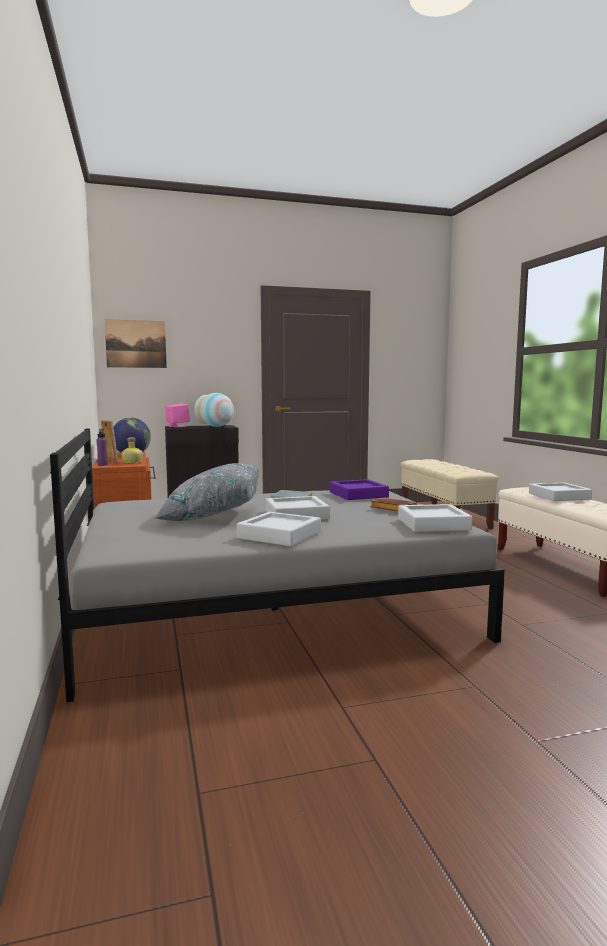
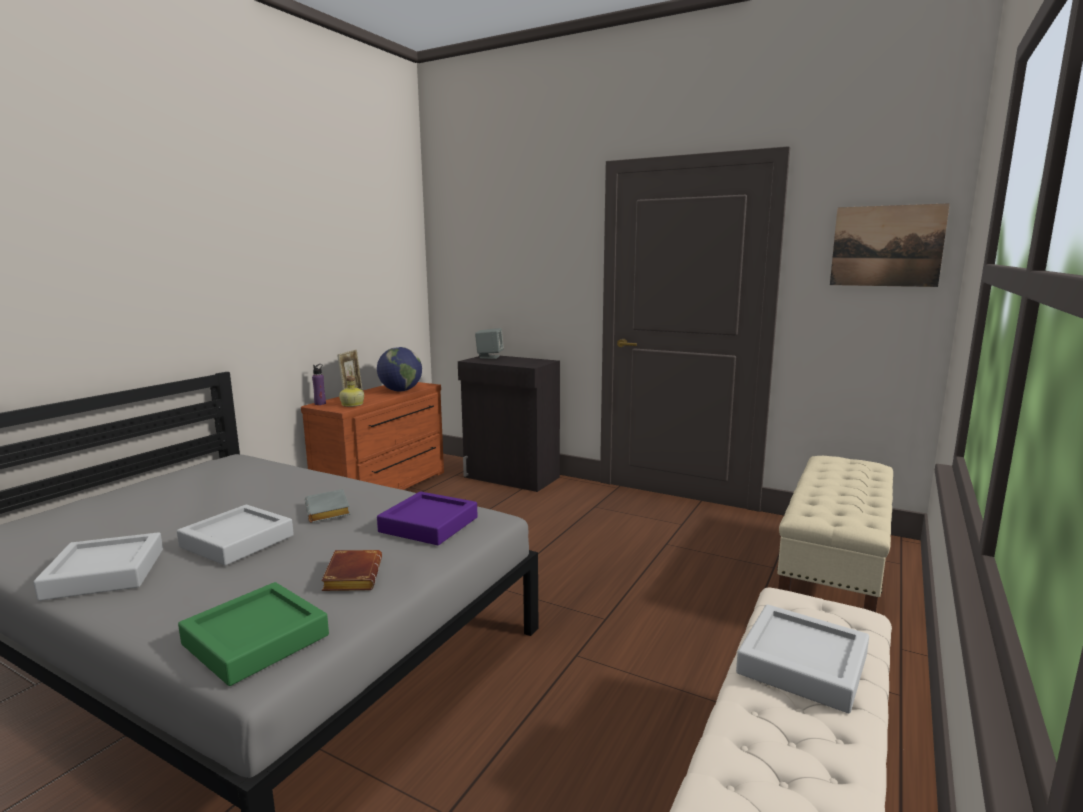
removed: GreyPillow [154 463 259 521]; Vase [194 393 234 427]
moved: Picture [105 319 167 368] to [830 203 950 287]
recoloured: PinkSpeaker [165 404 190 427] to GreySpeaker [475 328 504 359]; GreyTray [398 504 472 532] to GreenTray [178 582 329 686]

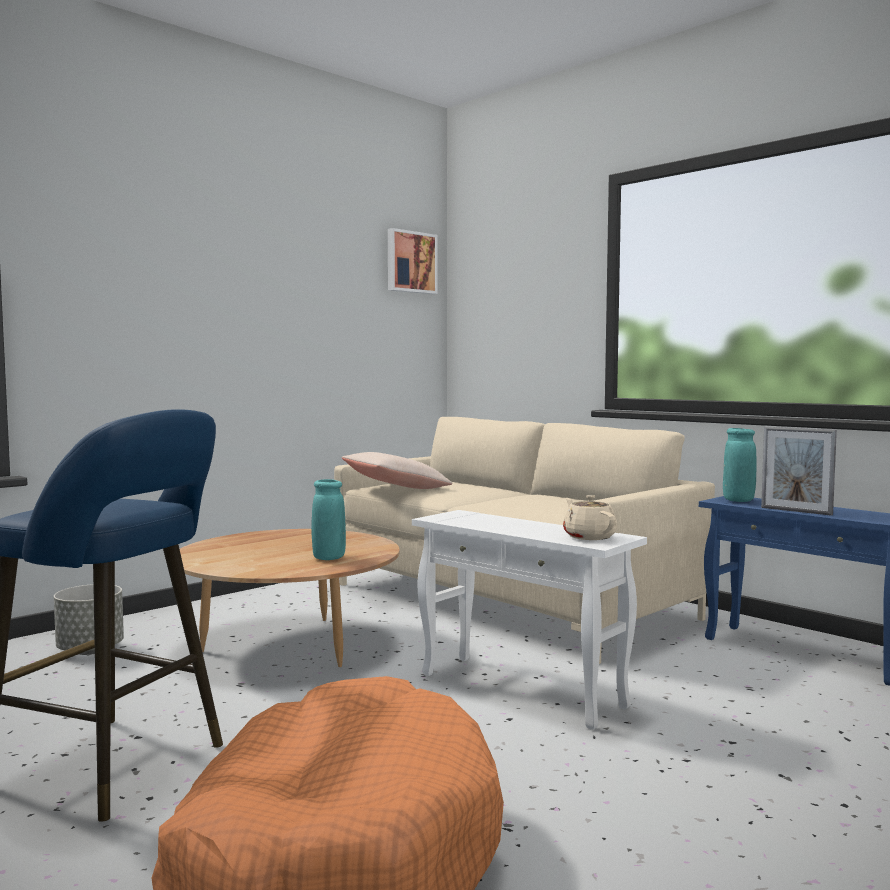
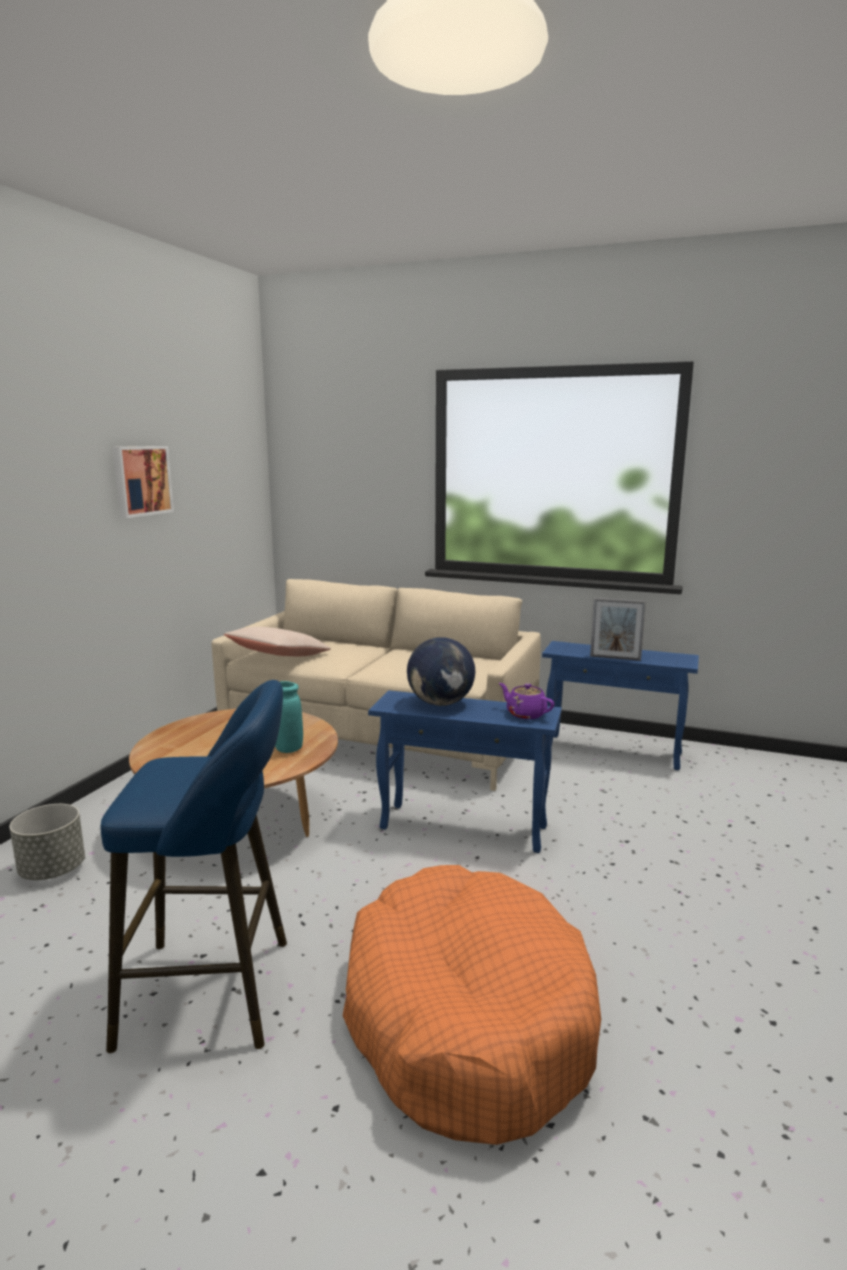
removed: TurquoiseVase [723 428 756 502]
added: Globe [407 637 475 706]
moved: Picture [388 228 438 294] to [112 446 174 518]
recoloured: WhiteSideTable [412 510 647 730] to BlueSideTable [368 690 562 853]; BeigeTeapot [563 495 617 540] to PurpleTeapot [499 683 554 719]

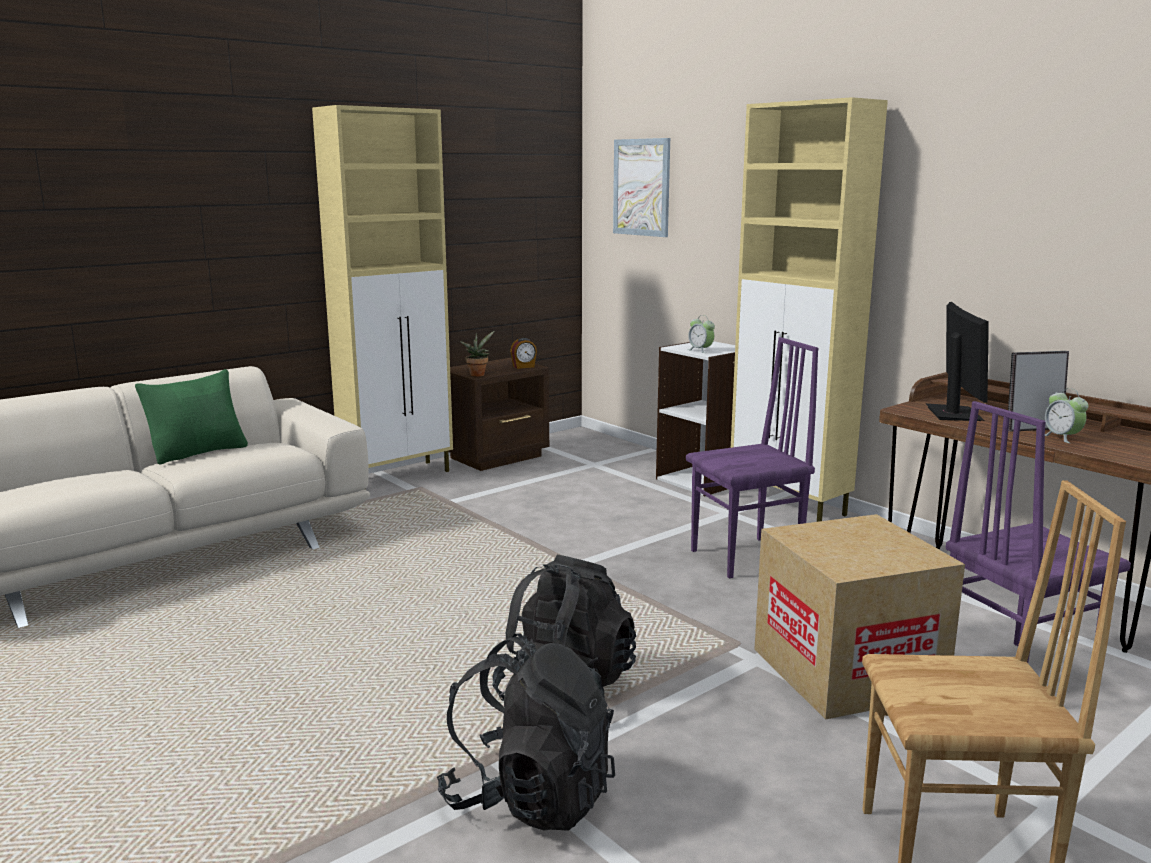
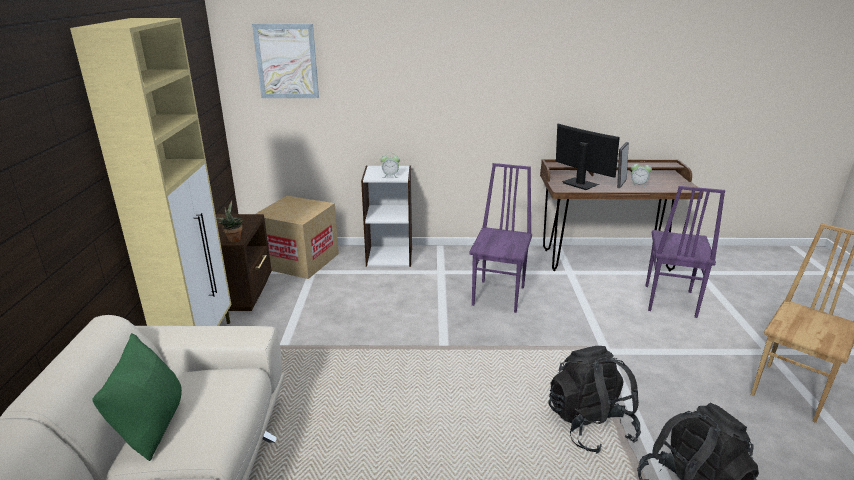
removed: AlarmClock [510 338 537 369]; BeigeCabinet [731 97 888 522]
moved: CardboardBox [754 514 965 720] to [256 196 339 279]

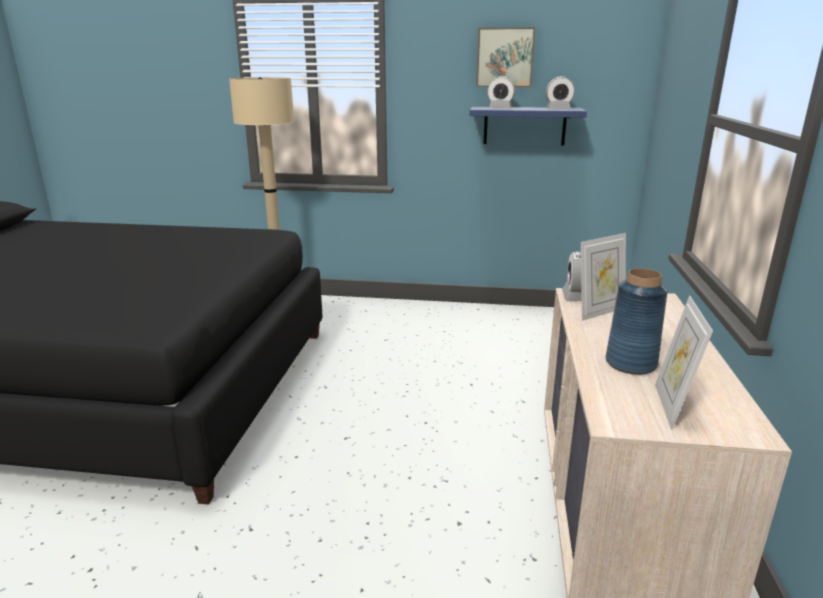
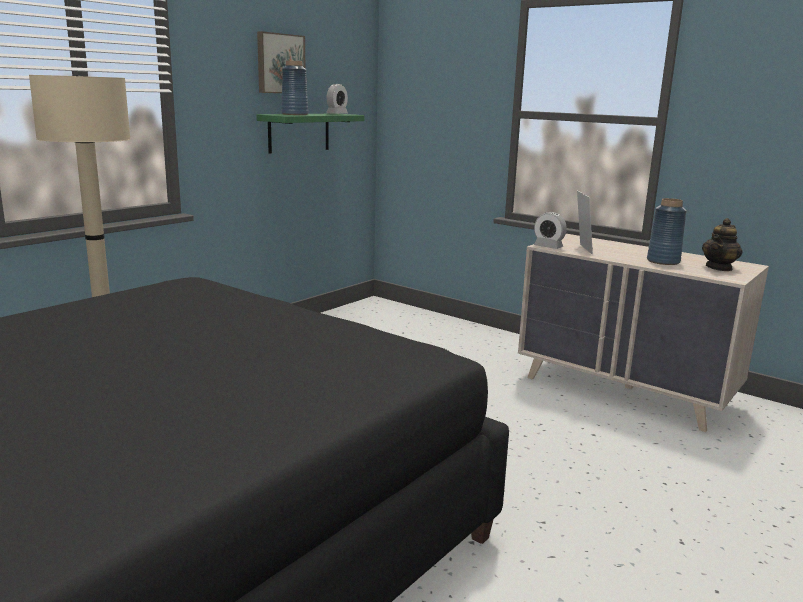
replaced: AlarmClock [487 76 515 108] to BlueVase [282 61 308 115]; PictureFrame [655 296 713 430] to Teapot [702 218 742 271]
recoloured: BlueShelf [470 107 587 146] to GreenShelf [256 114 365 154]

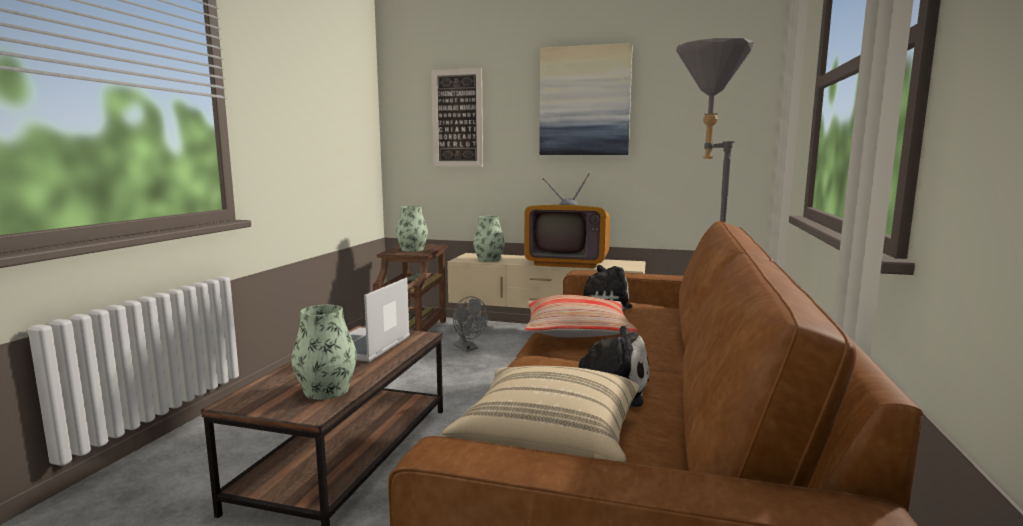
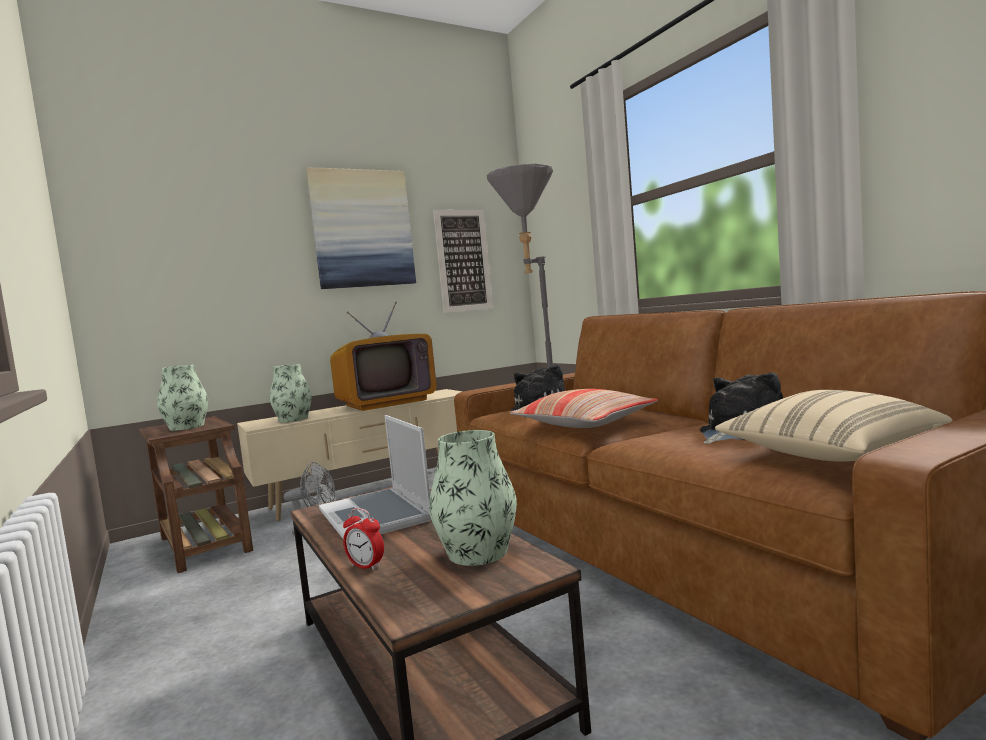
added: AlarmClock [343 508 384 571]
moved: Picture [431 68 483 167] to [433 210 493 313]

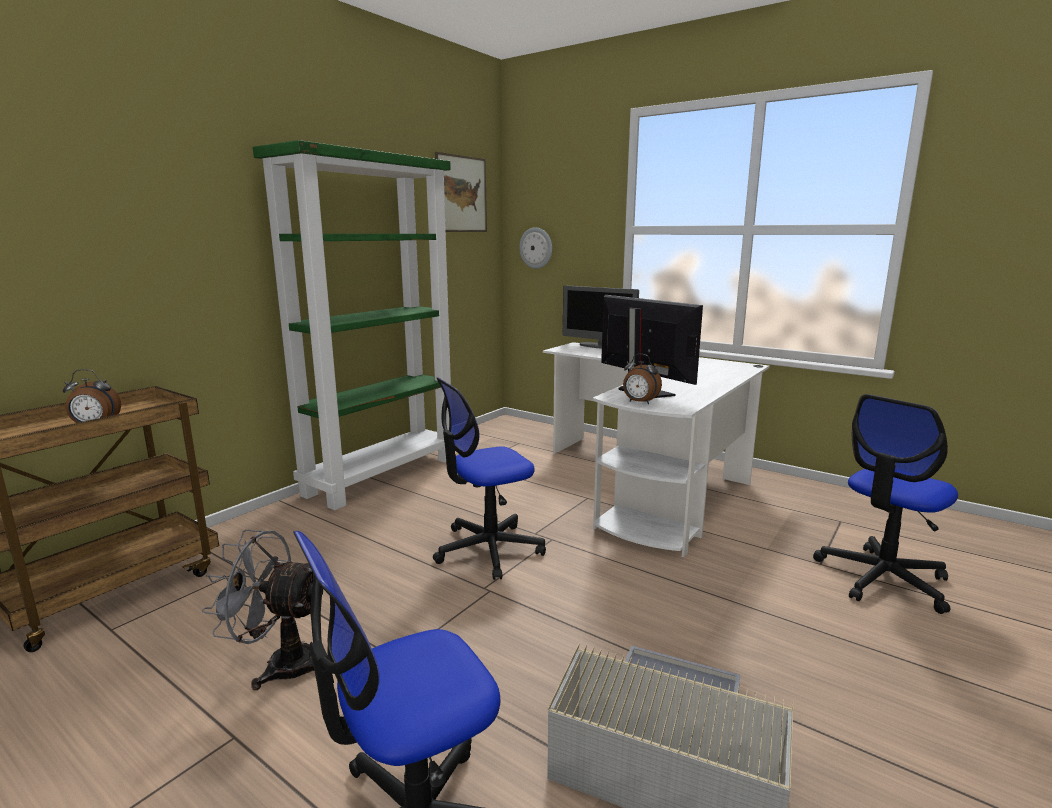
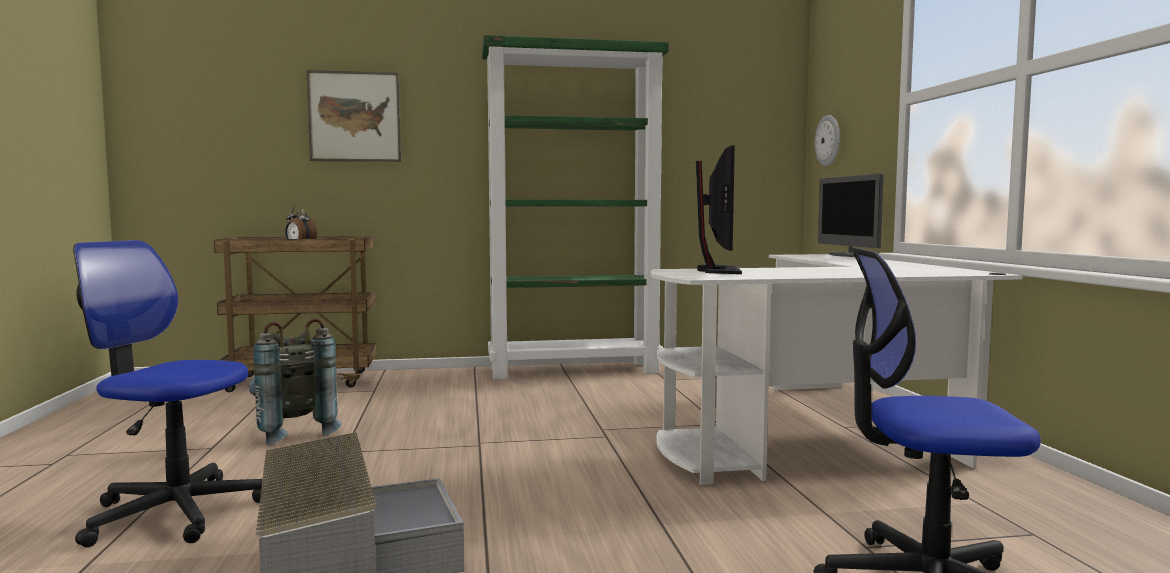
removed: OfficeChair [433 377 546 580]; AlarmClock [623 354 662 404]
moved: Picture [435 152 487 232] to [306 70 401 162]
replaced: GreyFan [202 530 323 690] to GreyBackpack [249 318 342 445]

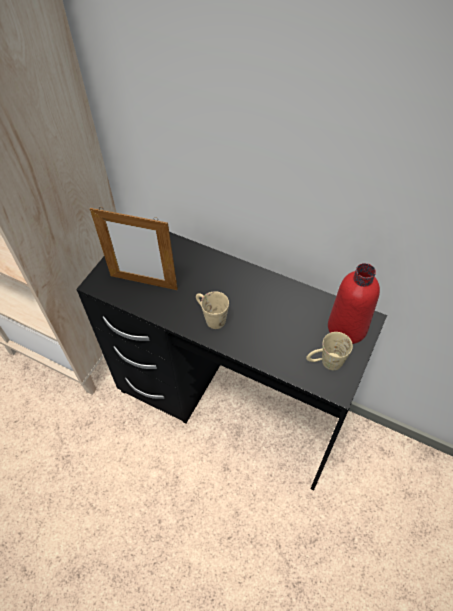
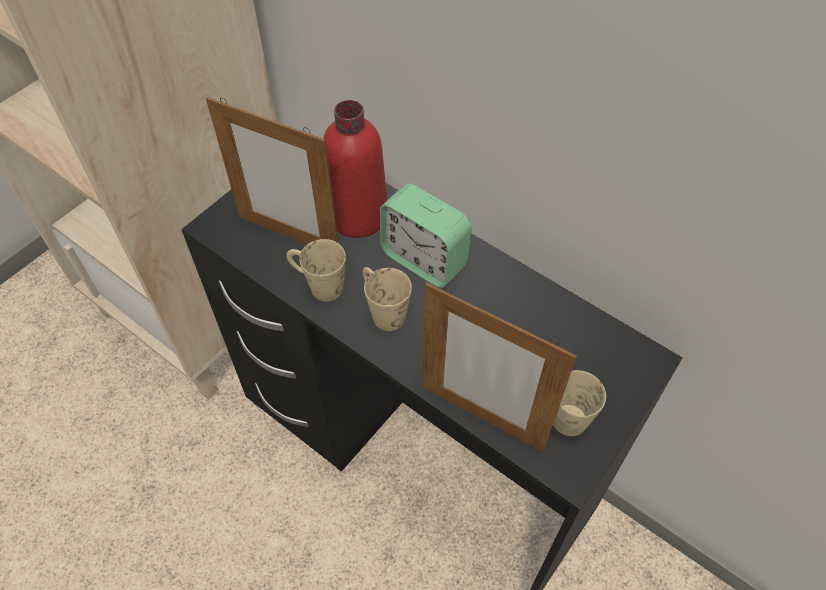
added: BeigeMug [286 239 346 302]; AlarmClock [380 184 472 288]; PictureFrame [423 282 577 452]
moved: RedBottle [328 263 380 344] to [323 100 387 238]

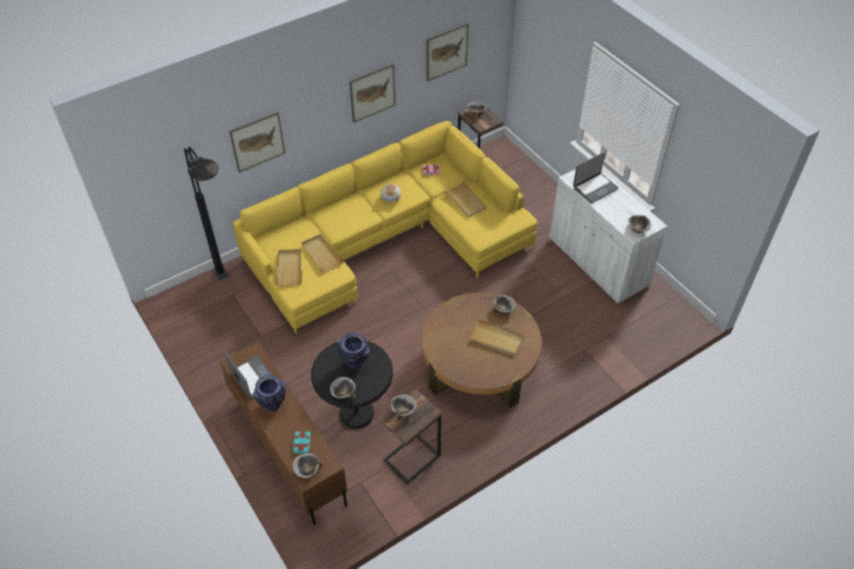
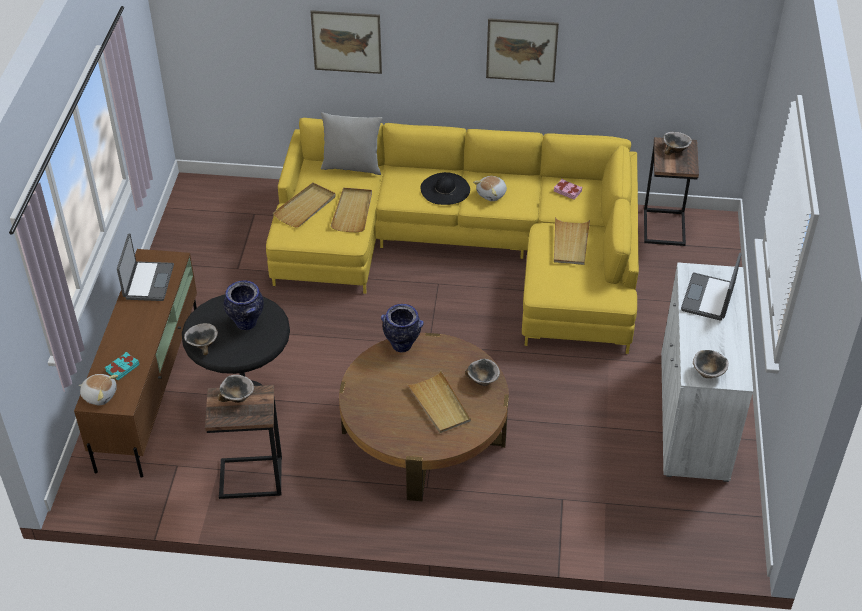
removed: BlackFloorLamp [184 147 229 280]; Picture [426 23 469 82]
added: GreyPillow [321 112 383 175]; BlackHat [421 172 470 205]
moved: Vase [253 375 286 411] to [381 304 424 352]
replaced: Bowl [293 453 322 478] to PlushToy [79 374 118 405]
turned: Laptop [573 152 619 203] = [681 253 742 321] 105 degrees clockwise

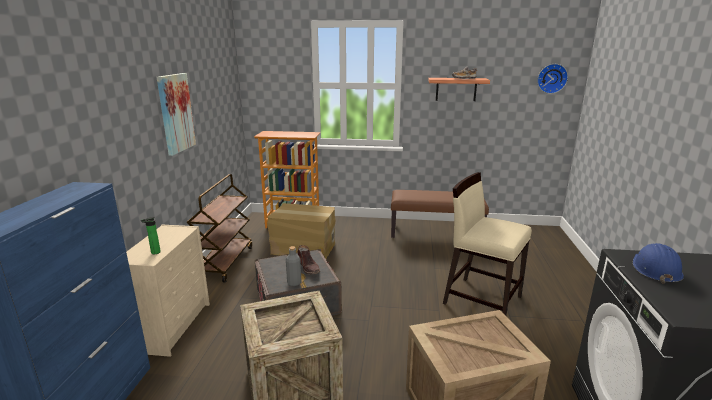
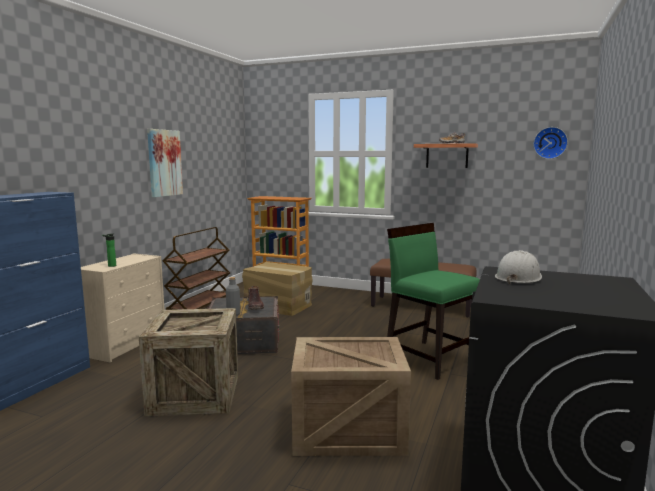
recoloured: BeigeChair [443 172 532 316] to GreenChair [387 223 480 380]; BlueHardHat [633 243 684 284] to WhiteHardHat [495 250 542 284]

